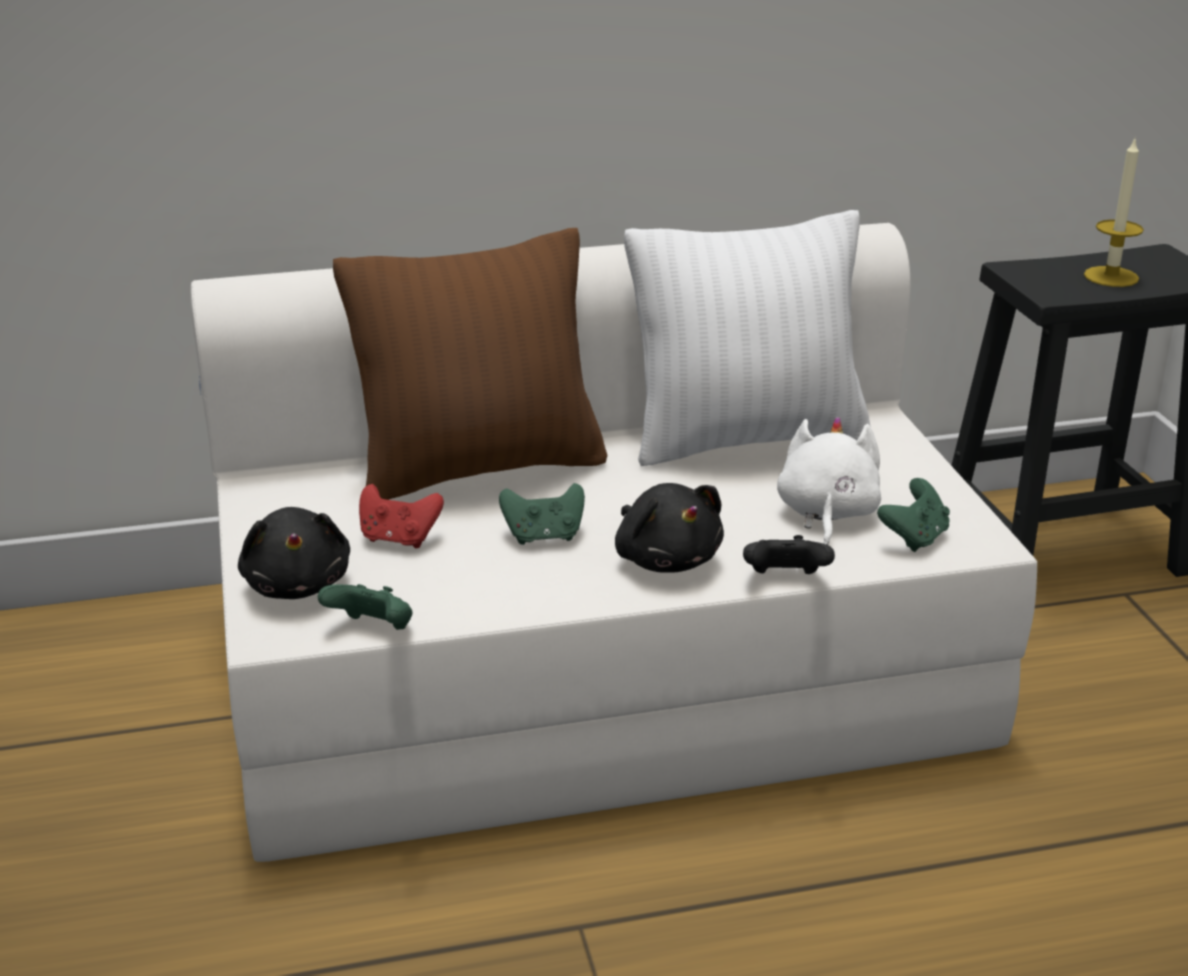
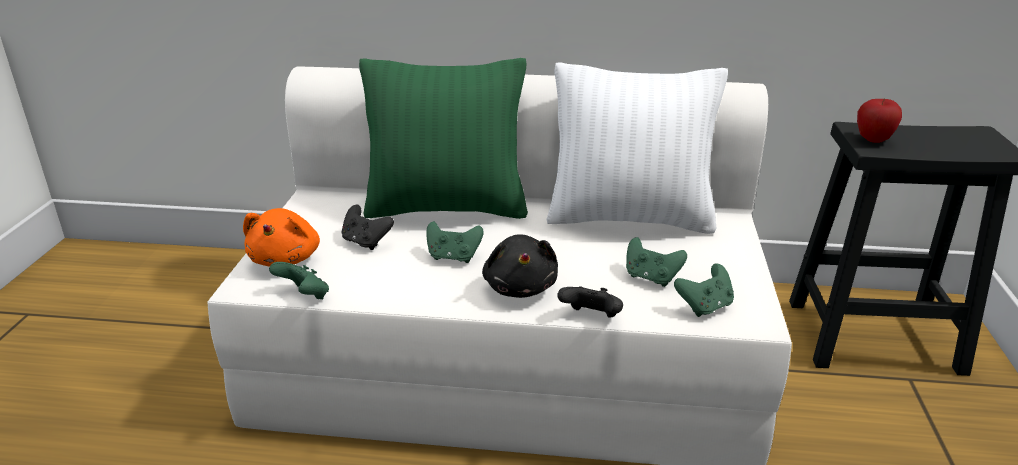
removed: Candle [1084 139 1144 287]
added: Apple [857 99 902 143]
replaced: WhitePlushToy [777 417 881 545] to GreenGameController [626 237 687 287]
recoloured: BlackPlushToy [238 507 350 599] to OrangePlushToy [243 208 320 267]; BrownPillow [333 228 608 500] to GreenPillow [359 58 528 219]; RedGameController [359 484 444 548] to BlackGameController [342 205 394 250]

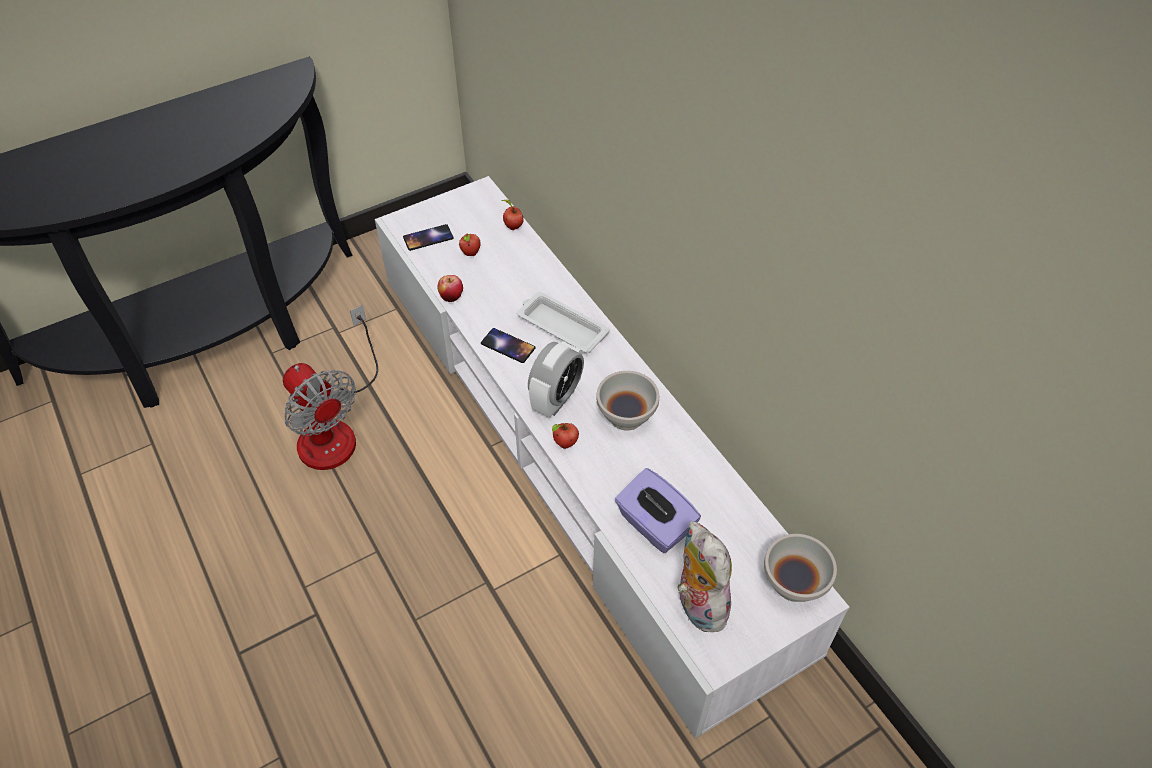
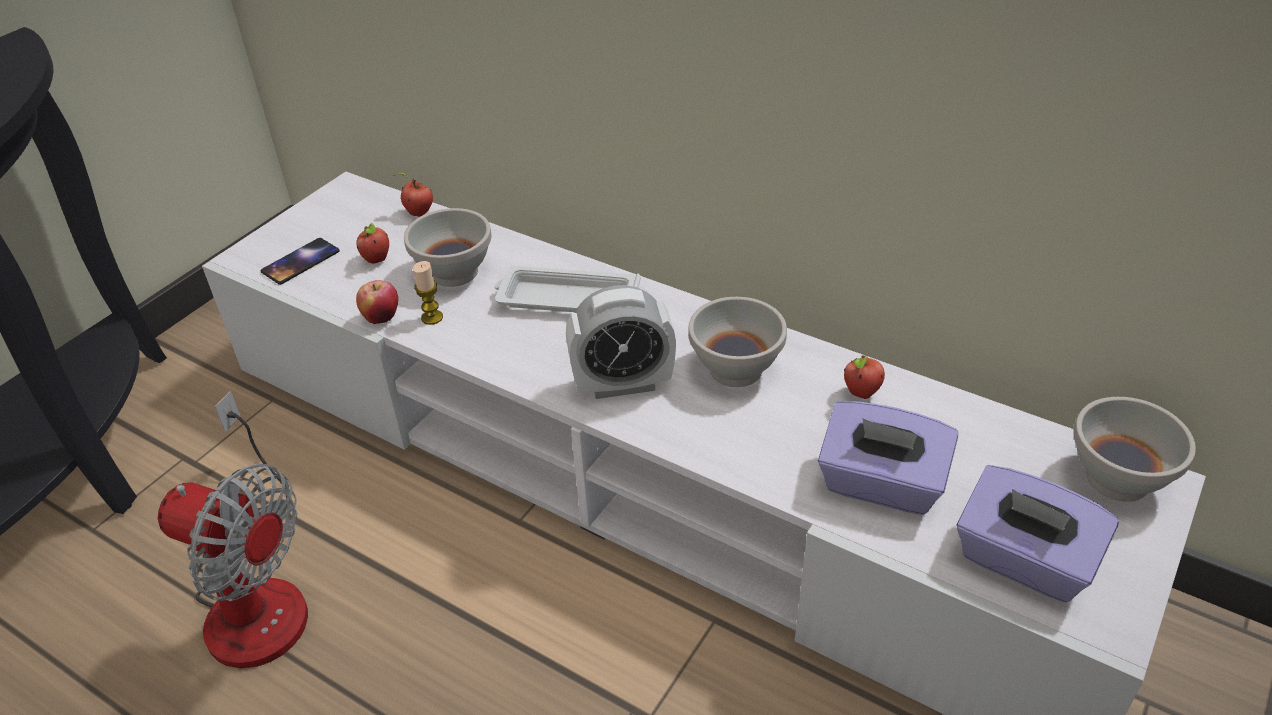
removed: Phone [481 328 536 363]
added: WhiteBowl [404 208 492 287]; Candle [413 261 443 325]
moved: Apple [552 423 579 449] to [844 355 885 399]
replaced: PlushToy [678 521 732 632] to PurpleTissueBox [956 465 1119 602]
turned: AlarmClock [528 341 584 418] = [566 285 676 399] 75 degrees clockwise

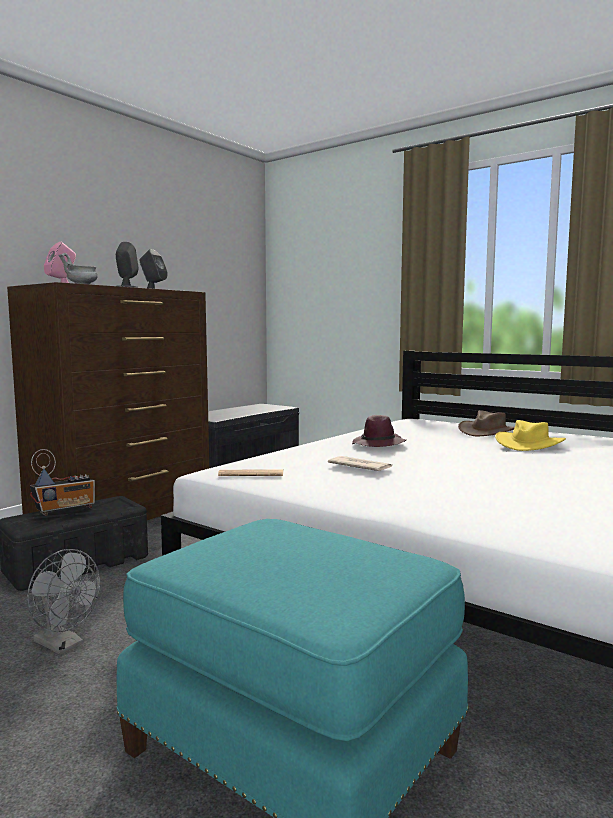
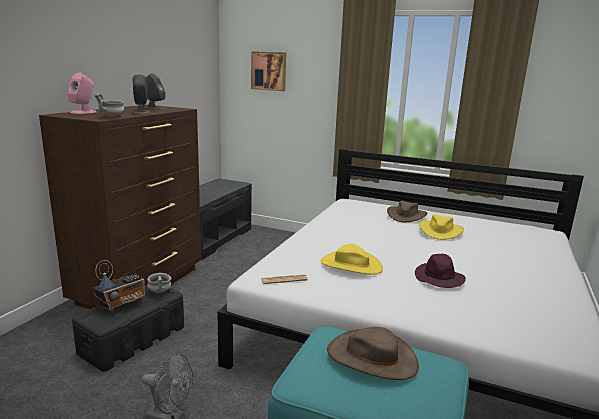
added: GreyBowl [147 273 171 293]; Picture [251 51 286 91]; BrownHat [327 327 419 380]
moved: PurpleHat [352 415 406 447] to [415 254 466 288]
replaced: Newspaper [328 456 392 471] to YellowHat [321 244 383 275]

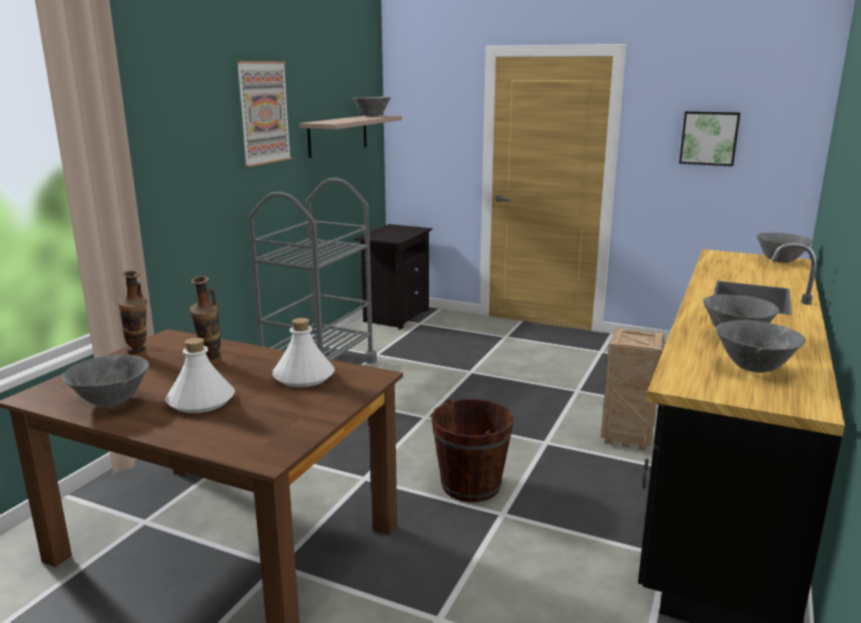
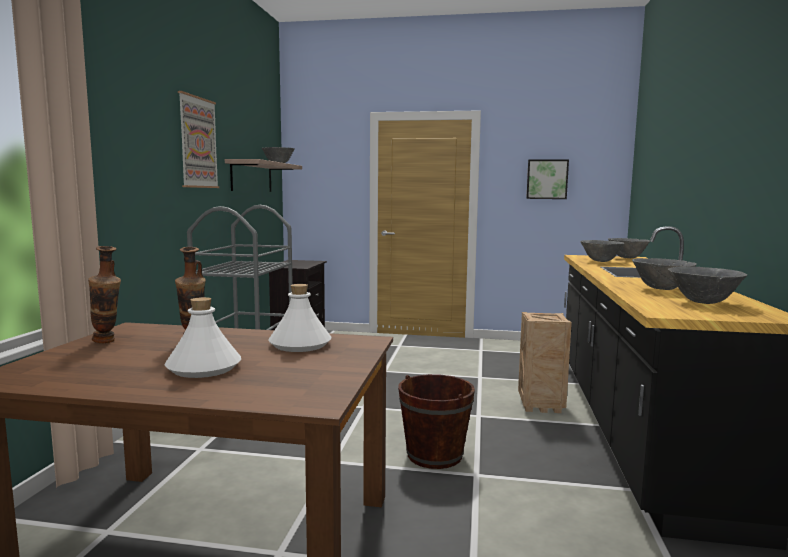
moved: GreyBowl [62 355 149 407] to [580 240 625 262]

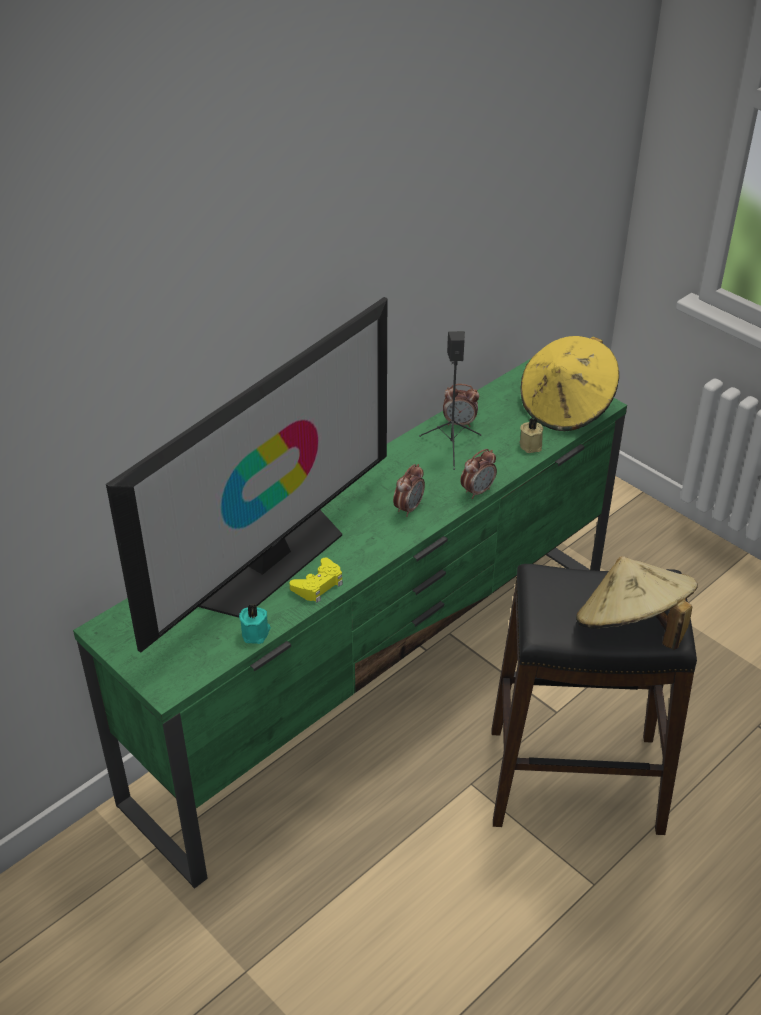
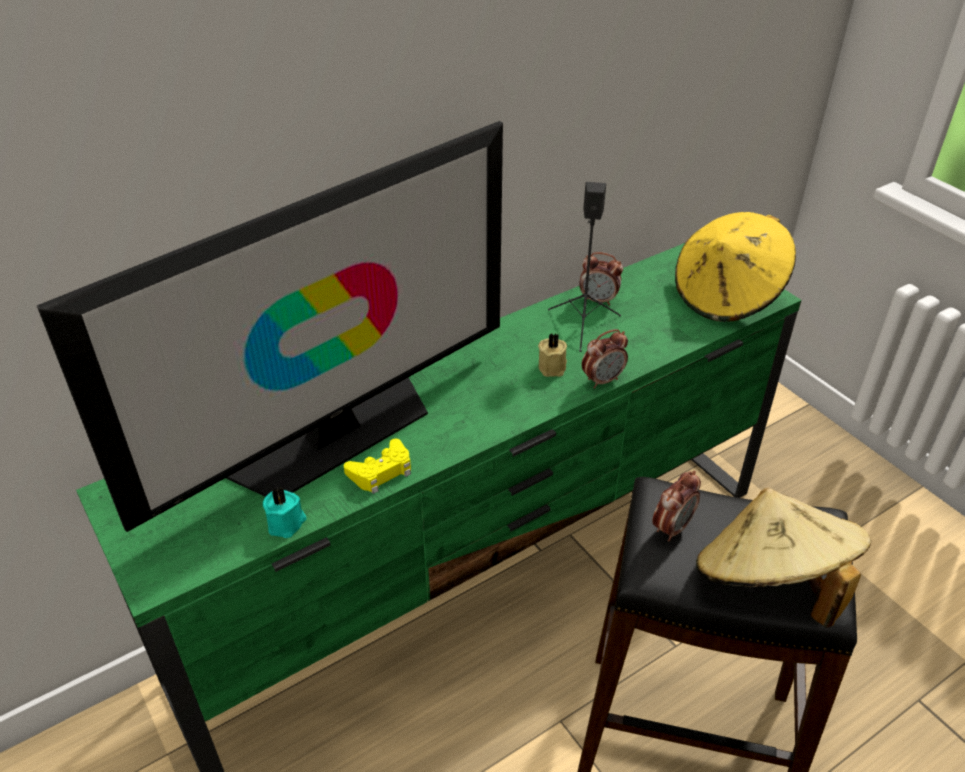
moved: AlarmClock [393 464 425 517] to [652 471 701 542]; BeigeCandle [520 417 543 453] to [538 333 567 377]

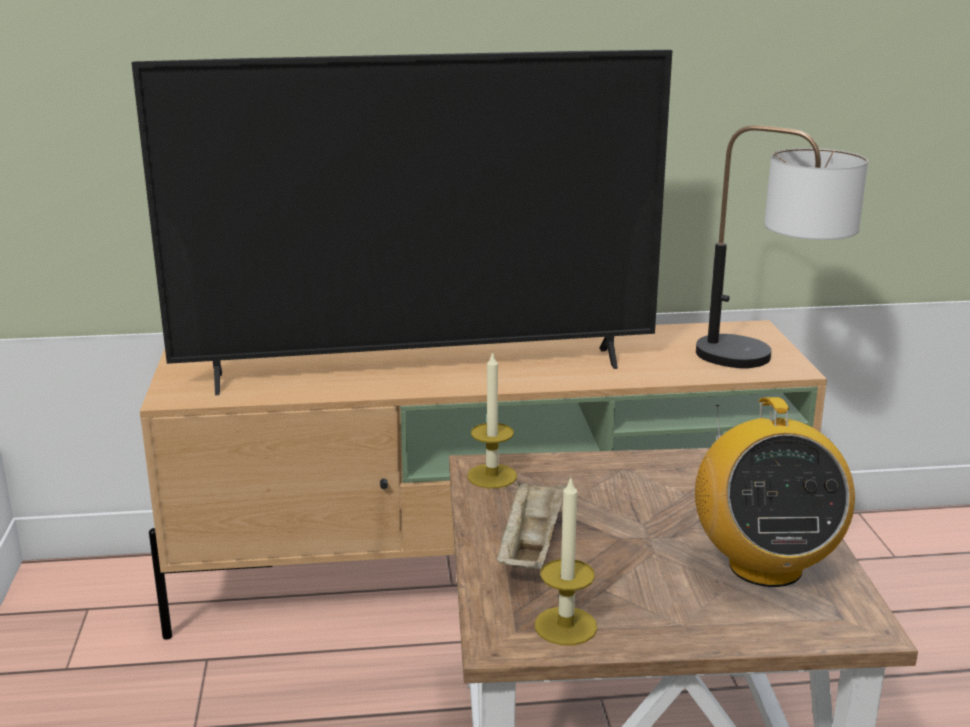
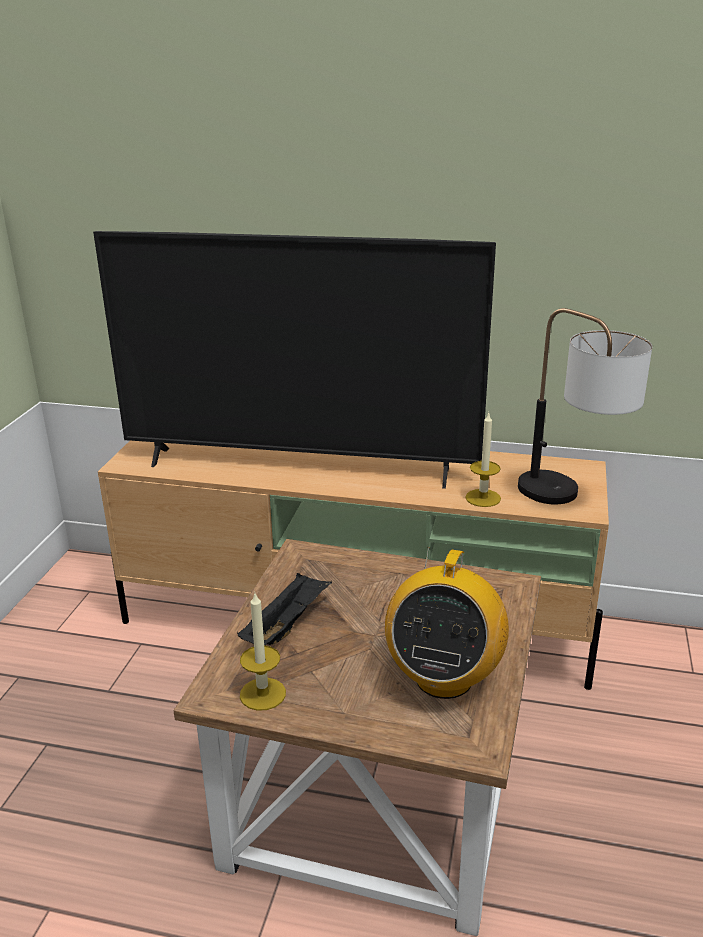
moved: Candle [468 351 517 488] to [465 413 501 507]
recoloured: BeigeTray [496 480 567 569] to BlackTray [237 572 332 645]

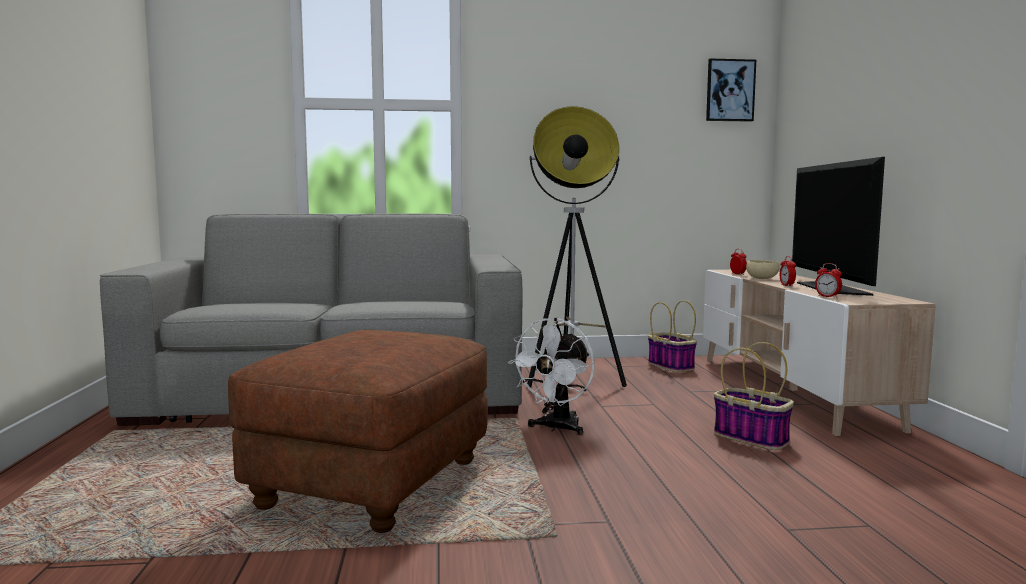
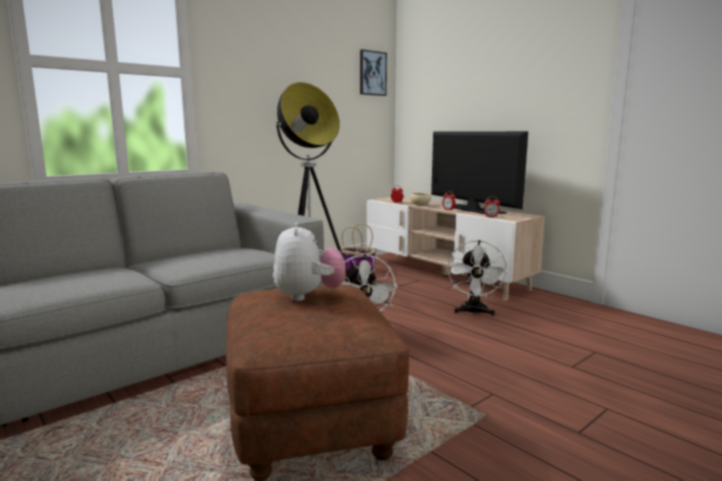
added: PlushToy [273 222 346 301]
replaced: Basket [714 342 794 450] to WhiteFan [448 240 508 316]

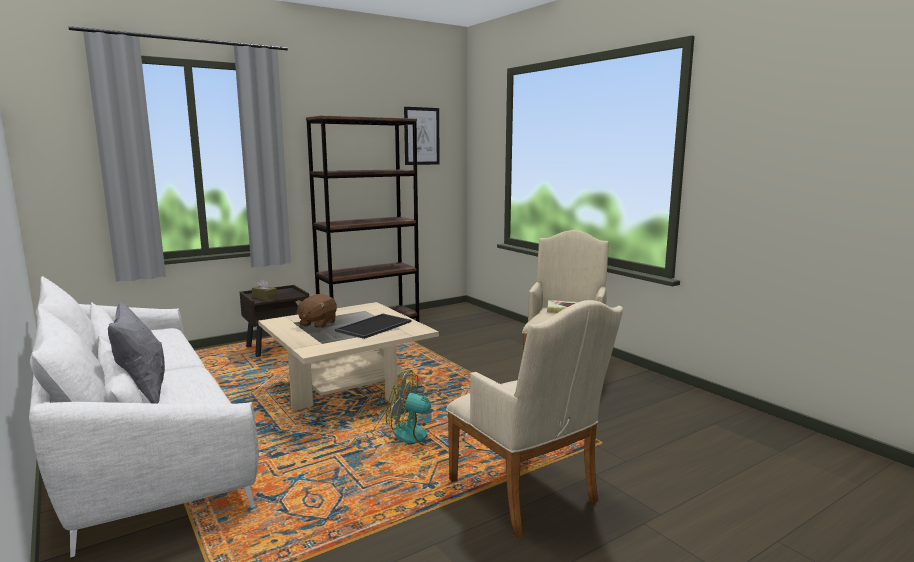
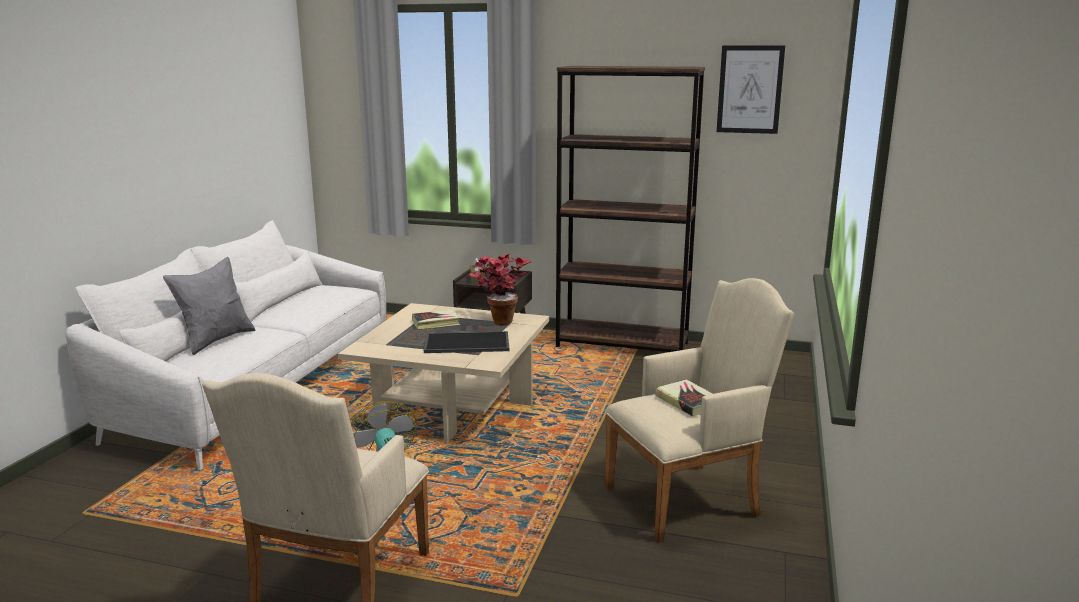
added: PottedPlant [469 254 532 325]
replaced: BrownPlushToy [295 294 337 329] to Book [412 310 460 329]

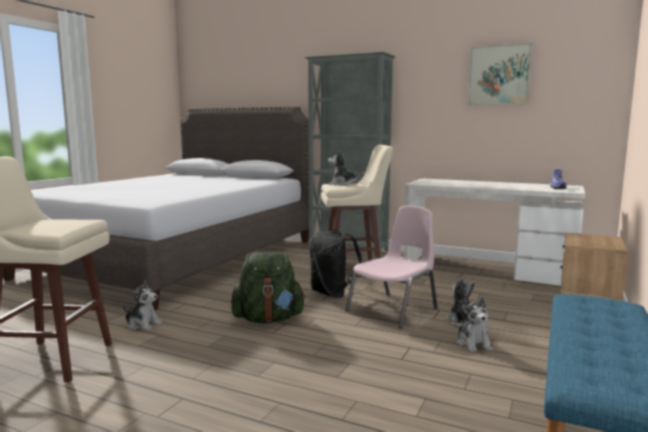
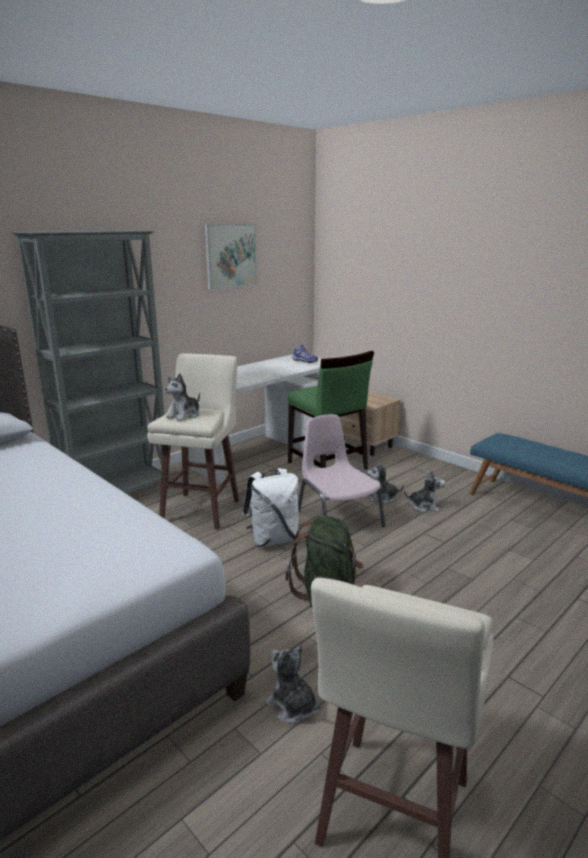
added: GreenChair [288 351 374 470]
recoloured: BlackBackpack [310 229 362 298] to WhiteBackpack [242 468 299 547]
turned: PlushToy [122 280 163 330] = [265 644 321 724] 90 degrees counterclockwise

